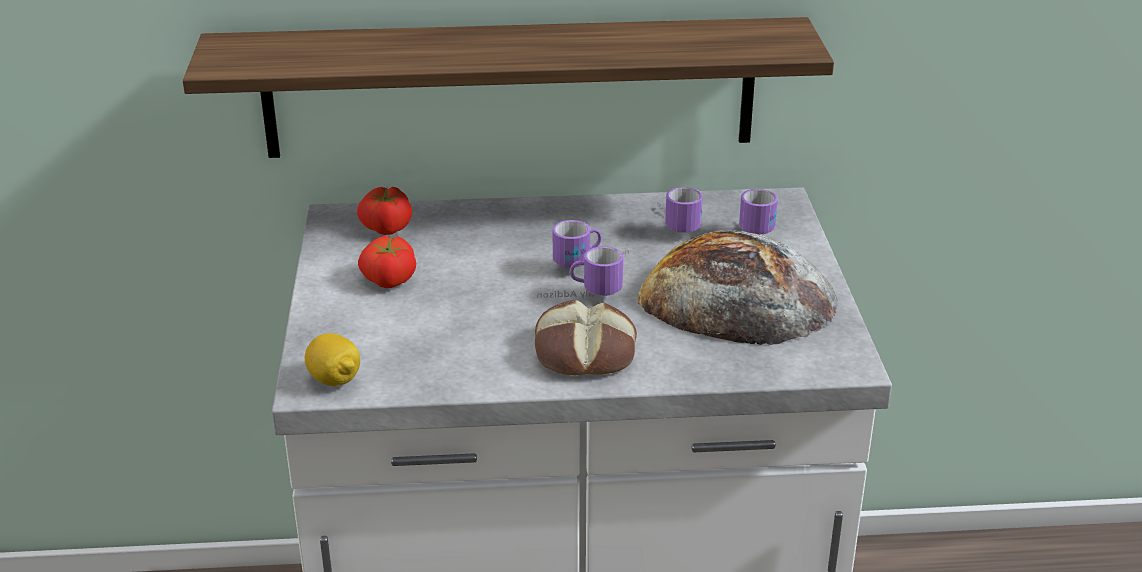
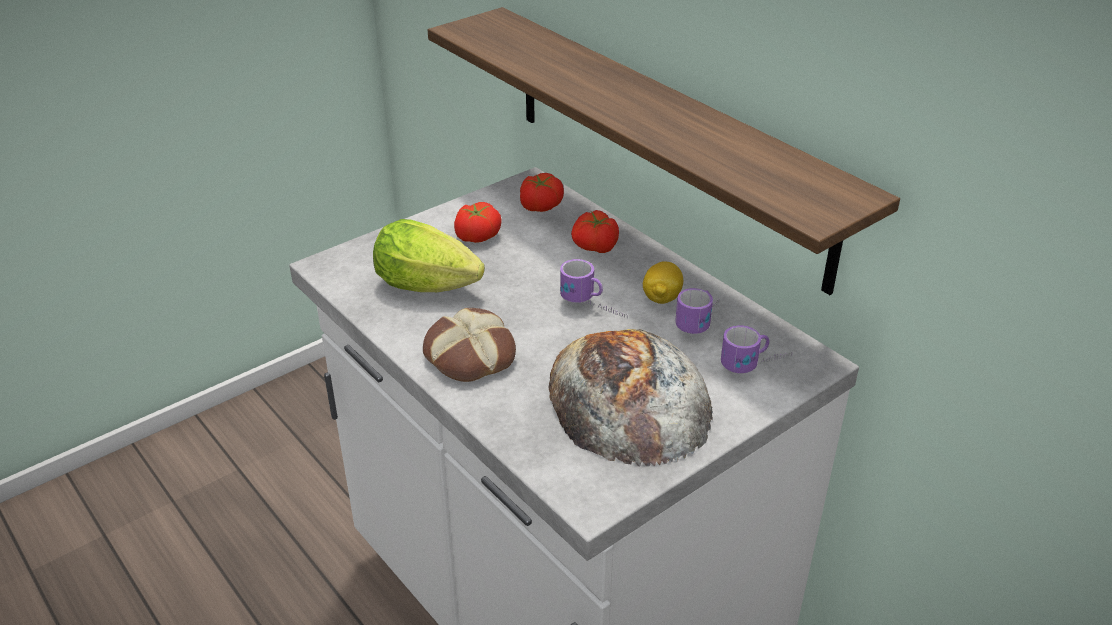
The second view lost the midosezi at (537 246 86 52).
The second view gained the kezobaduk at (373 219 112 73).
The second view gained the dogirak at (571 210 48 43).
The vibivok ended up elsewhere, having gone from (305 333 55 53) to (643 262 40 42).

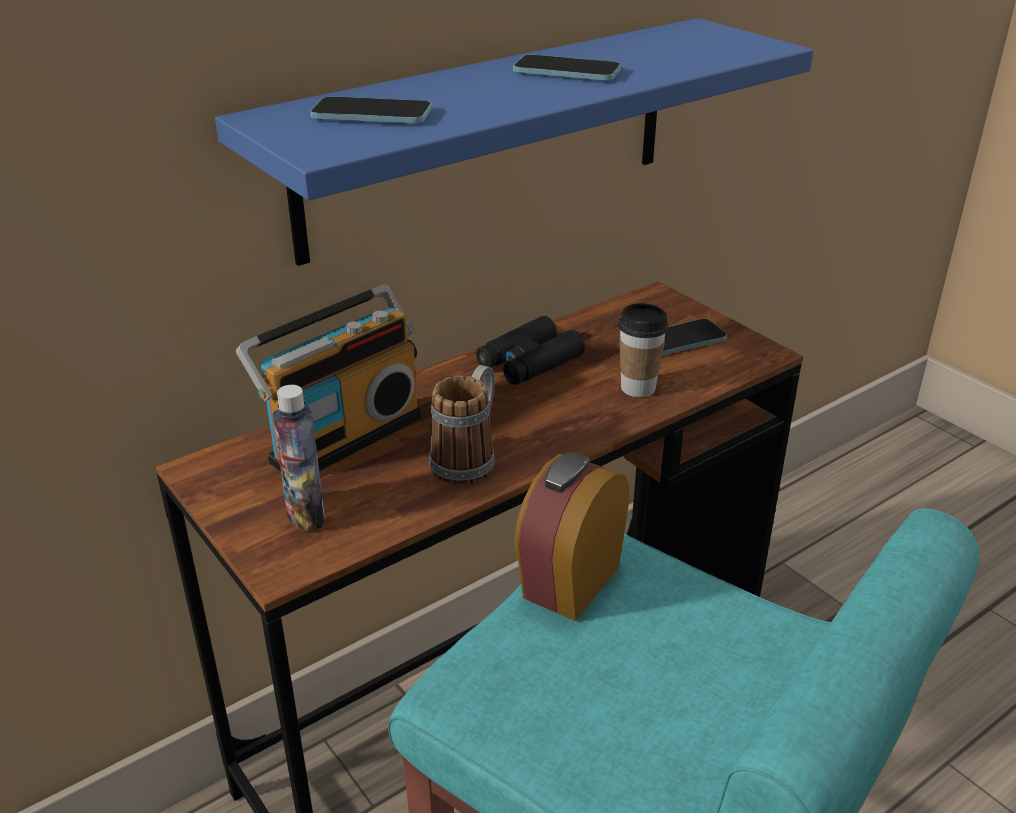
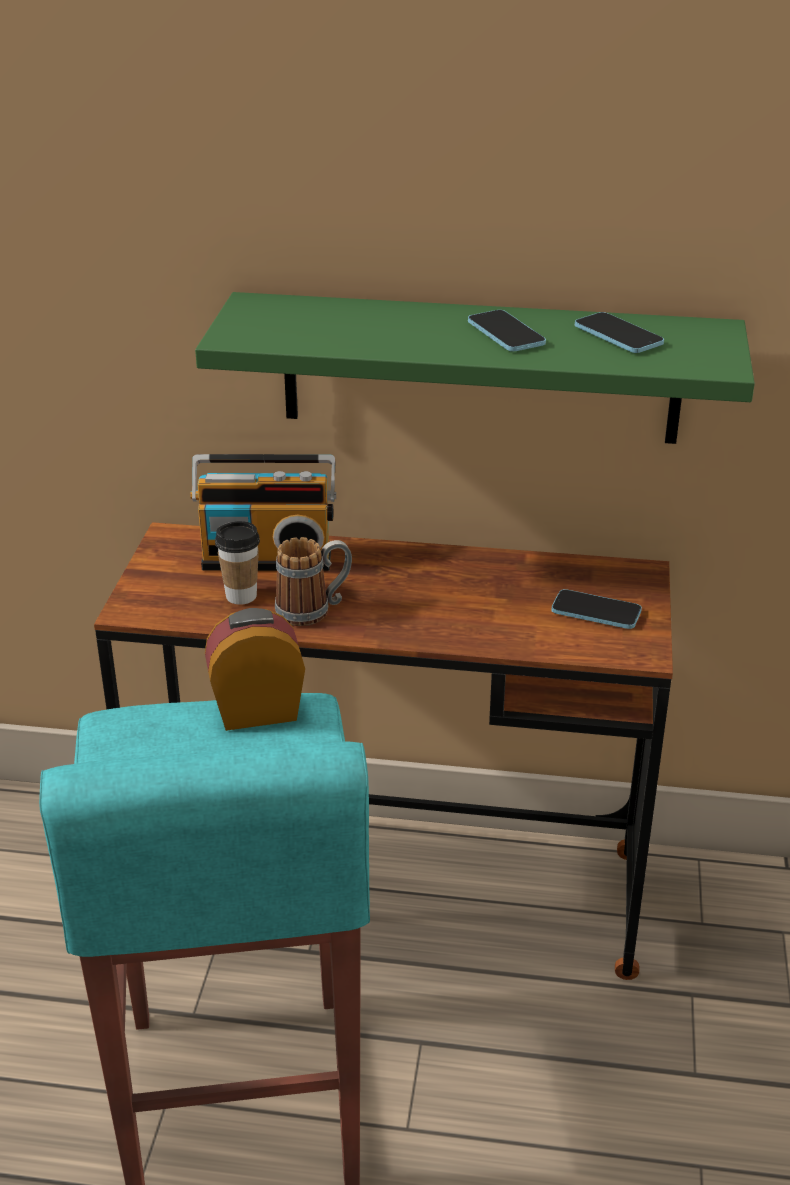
The second view lost the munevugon at (273 385 52 147).
The second view lost the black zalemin at (476 316 109 69).
The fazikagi ended up elsewhere, having gone from (310 96 122 28) to (575 312 89 41).
The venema ended up elsewhere, having gone from (618 303 51 94) to (215 521 45 84).
What was the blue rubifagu at (215 18 598 248) turned into the green rubifagu at (195 292 560 152).

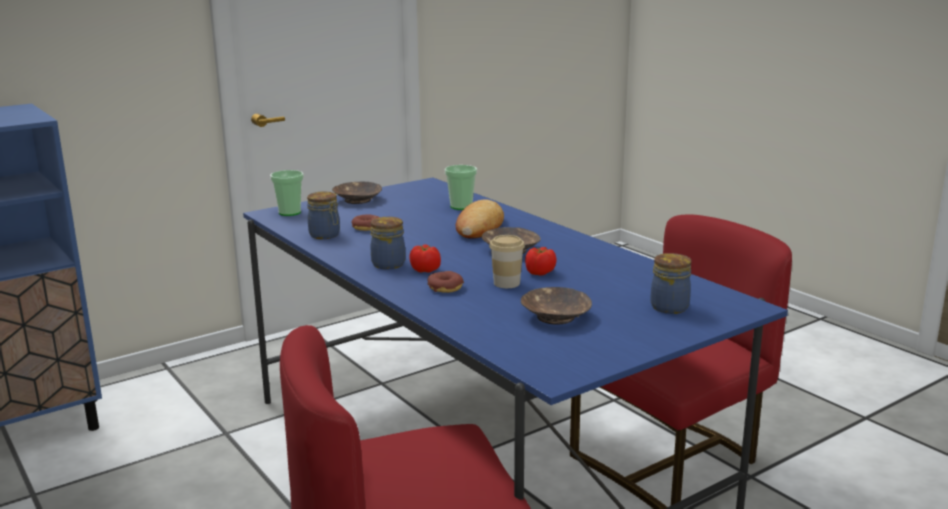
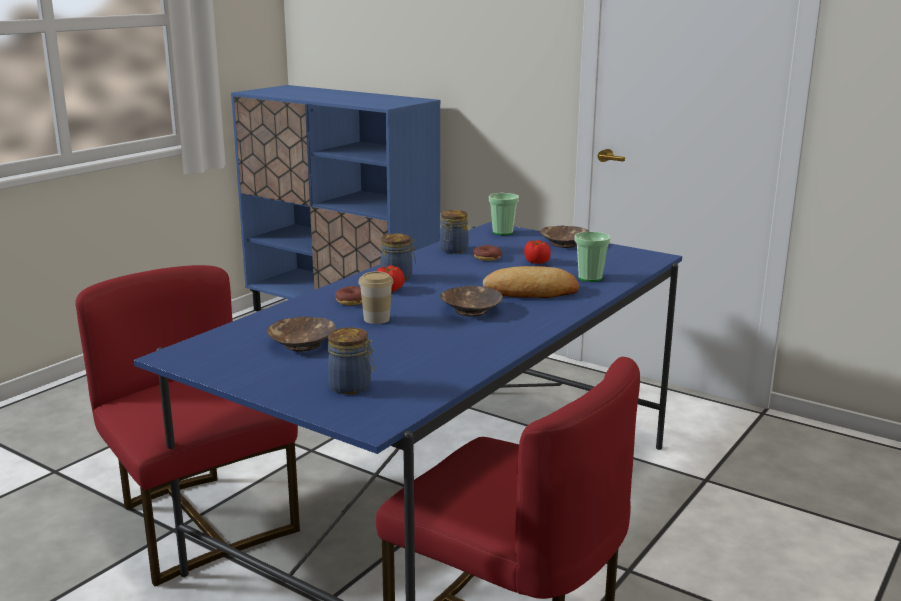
The dogirak ended up elsewhere, having gone from (525 247 31 28) to (524 240 27 24).

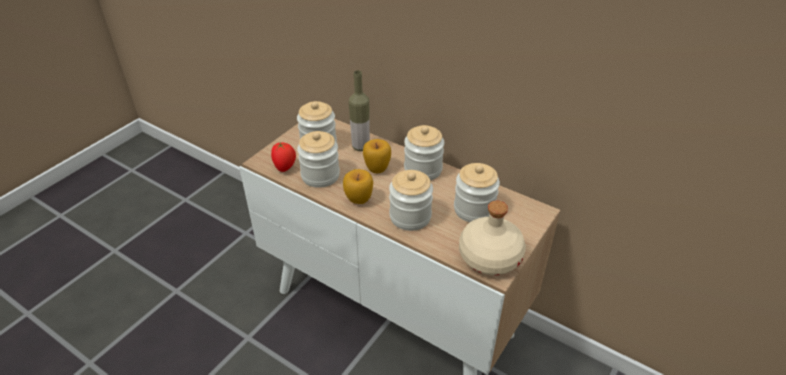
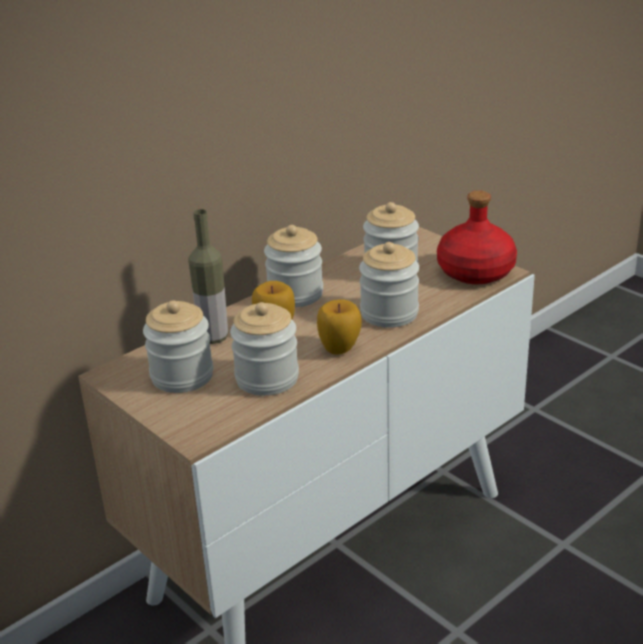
The second view lost the dogirak at (271 142 25 30).
What was the beige munevugon at (459 201 67 74) turned into the red munevugon at (437 190 80 94).

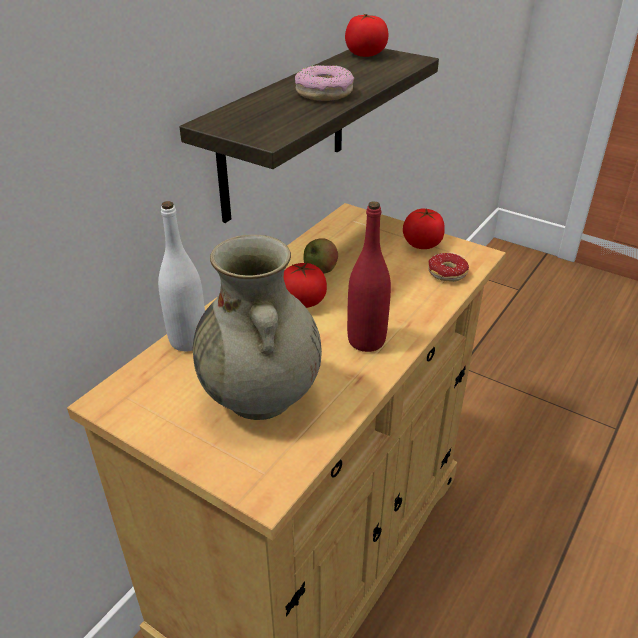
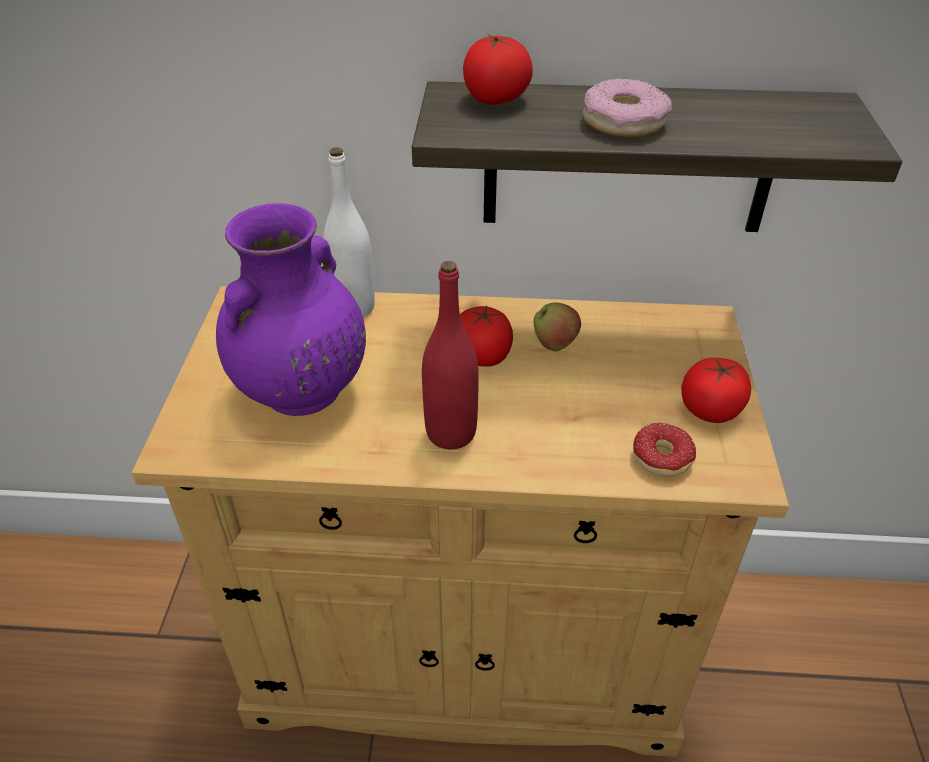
The dogirak ended up elsewhere, having gone from (345 14 43 43) to (463 35 70 70).
What was the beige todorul at (193 235 129 185) turned into the purple todorul at (216 203 150 213).

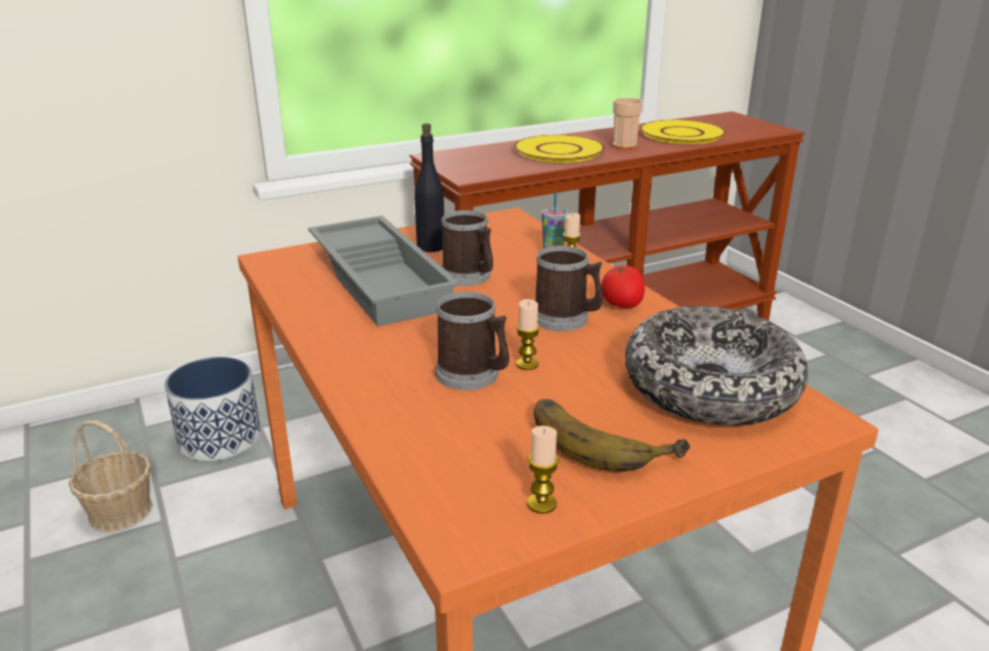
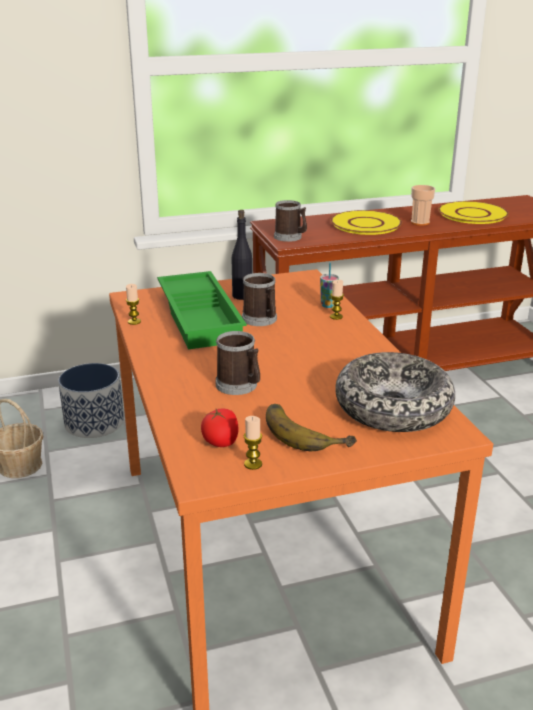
The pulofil ended up elsewhere, having gone from (516 299 24 71) to (126 284 15 41).
The midosezi ended up elsewhere, having gone from (535 246 68 85) to (274 200 33 42).
The dogirak ended up elsewhere, having gone from (601 266 44 42) to (201 409 38 38).
What was the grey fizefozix at (308 216 152 111) turned into the green fizefozix at (157 271 90 78).

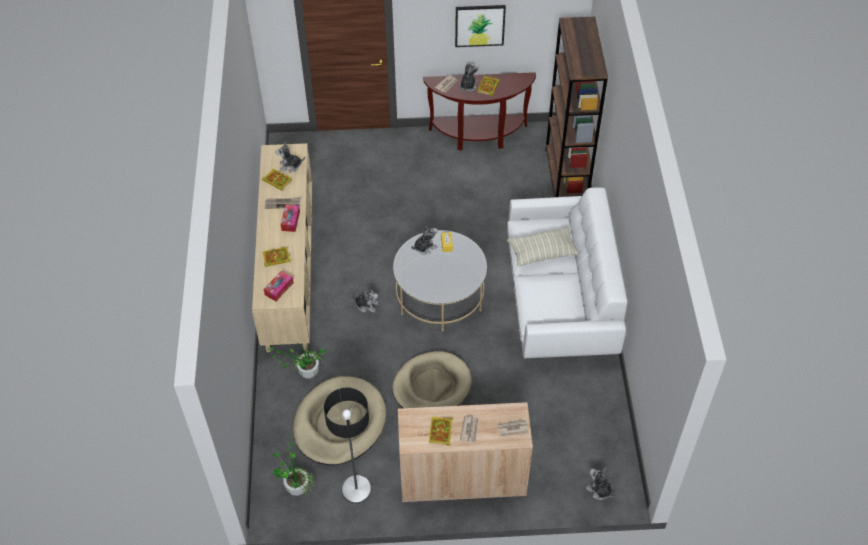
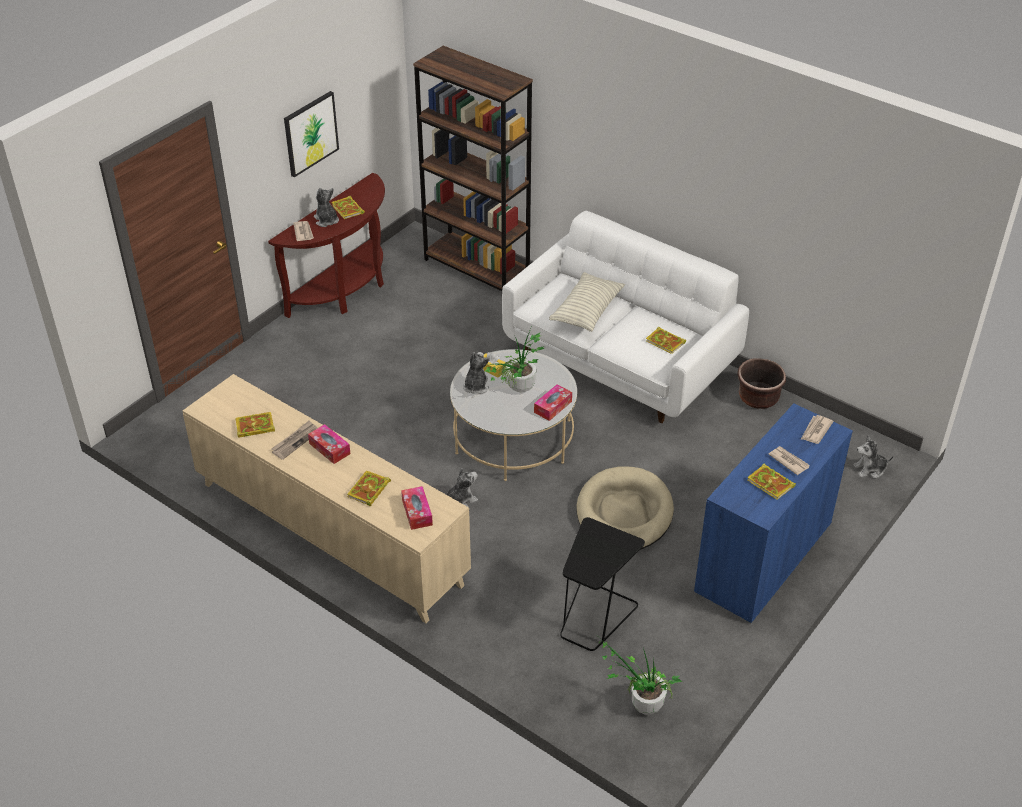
The second view lost the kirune at (275 142 30 31).
The second view lost the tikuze at (324 388 48 116).
The second view gained the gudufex at (534 384 38 37).
The second view gained the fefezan at (646 327 40 27).
The second view gained the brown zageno at (737 358 49 51).
The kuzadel ended up elsewhere, having gone from (268 342 58 37) to (485 329 60 63).
Where the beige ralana stood at (293 376 93 89), the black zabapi came to stand at (560 517 85 134).
What was the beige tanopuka at (398 402 135 100) turned into the blue tanopuka at (694 403 159 221).

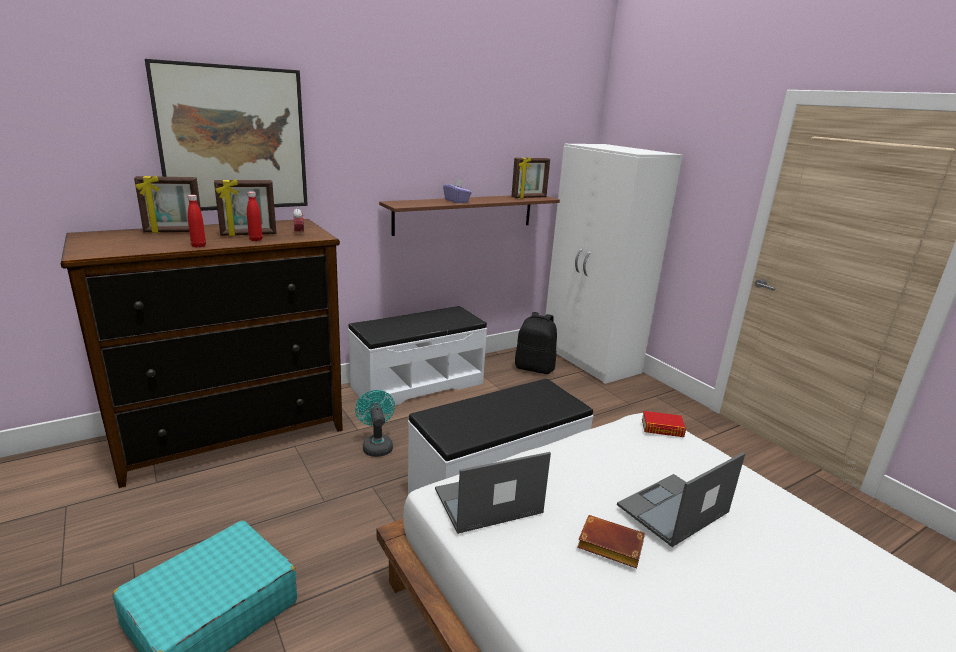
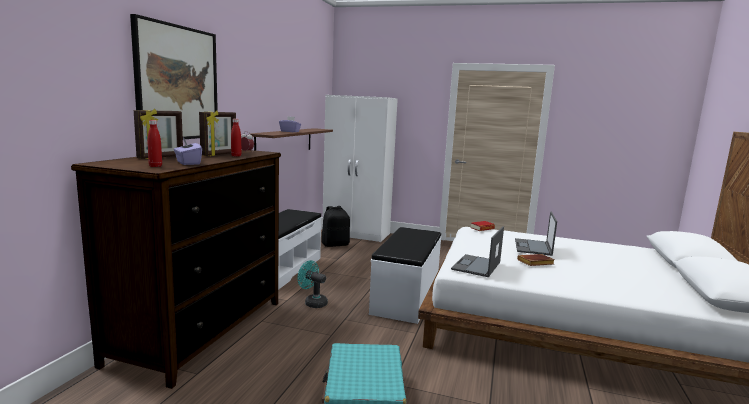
The second view lost the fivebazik at (511 157 39 42).
The second view gained the purple gudufex at (174 138 28 27).
The red munevugon ended up elsewhere, having gone from (188 195 18 52) to (147 120 15 47).

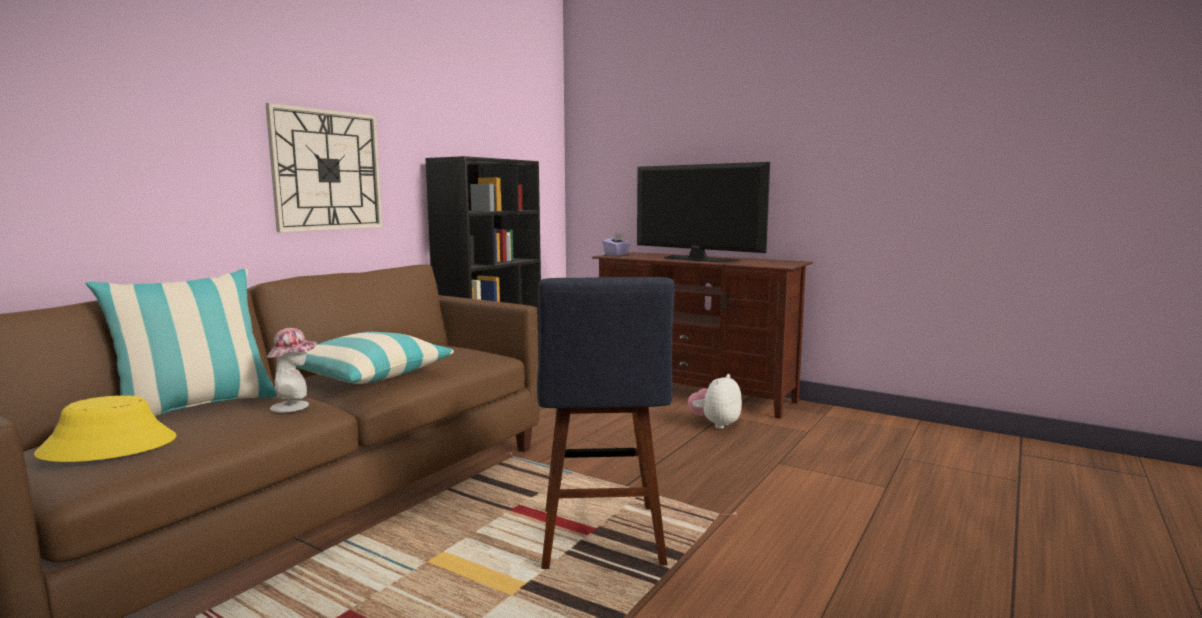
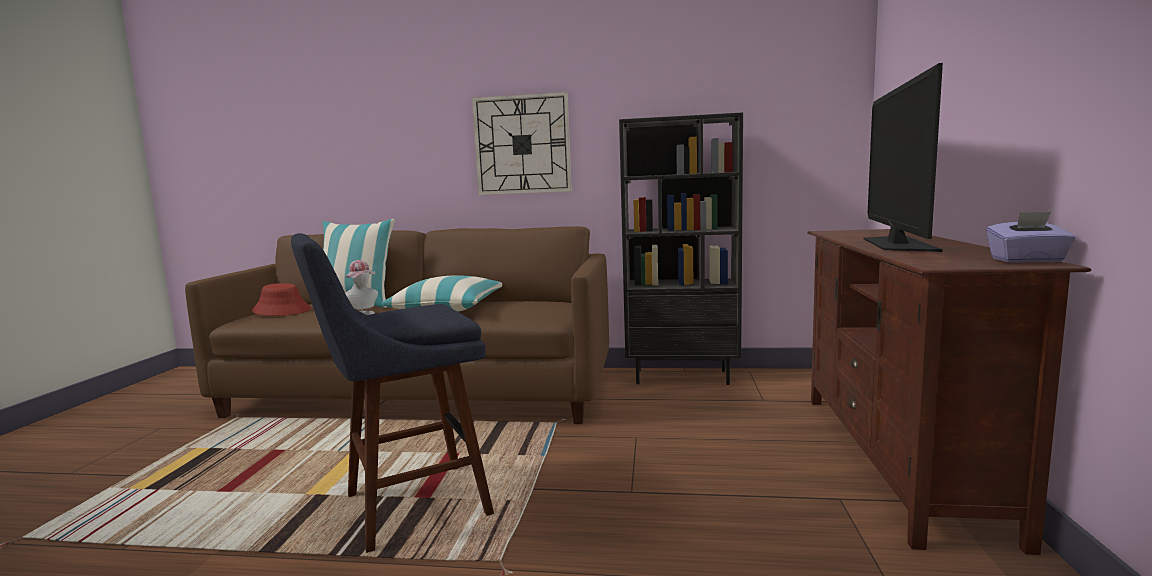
The second view lost the kirune at (688 374 54 55).
The purple gudufex ended up elsewhere, having gone from (603 233 28 23) to (986 212 90 51).
What was the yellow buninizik at (34 395 143 67) turned into the red buninizik at (252 283 59 33).

